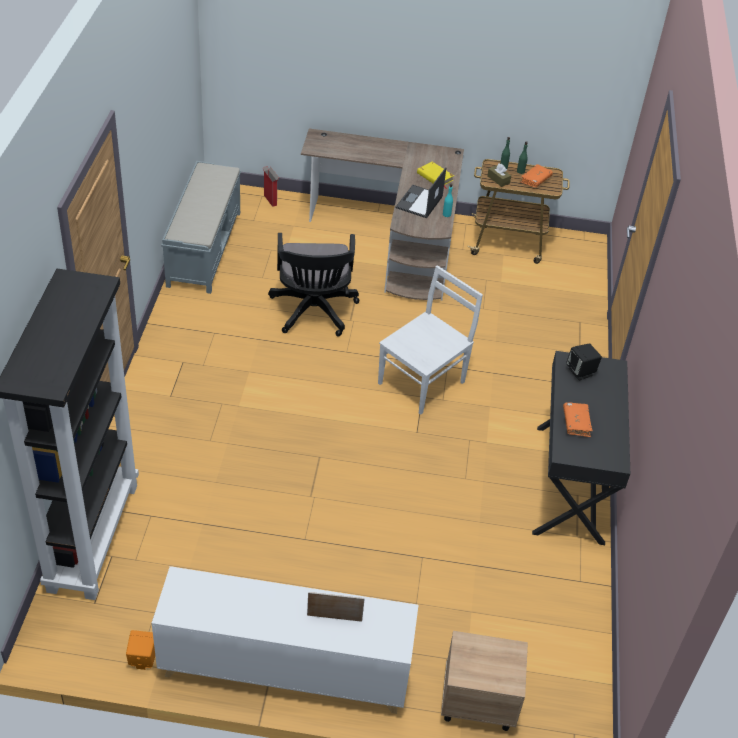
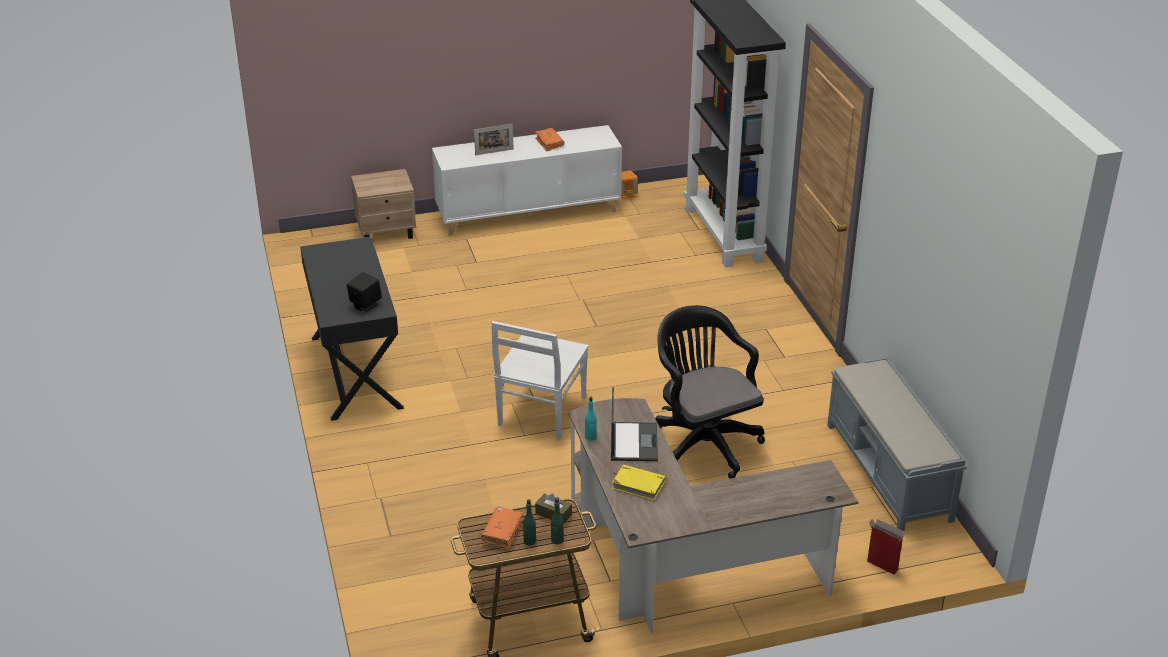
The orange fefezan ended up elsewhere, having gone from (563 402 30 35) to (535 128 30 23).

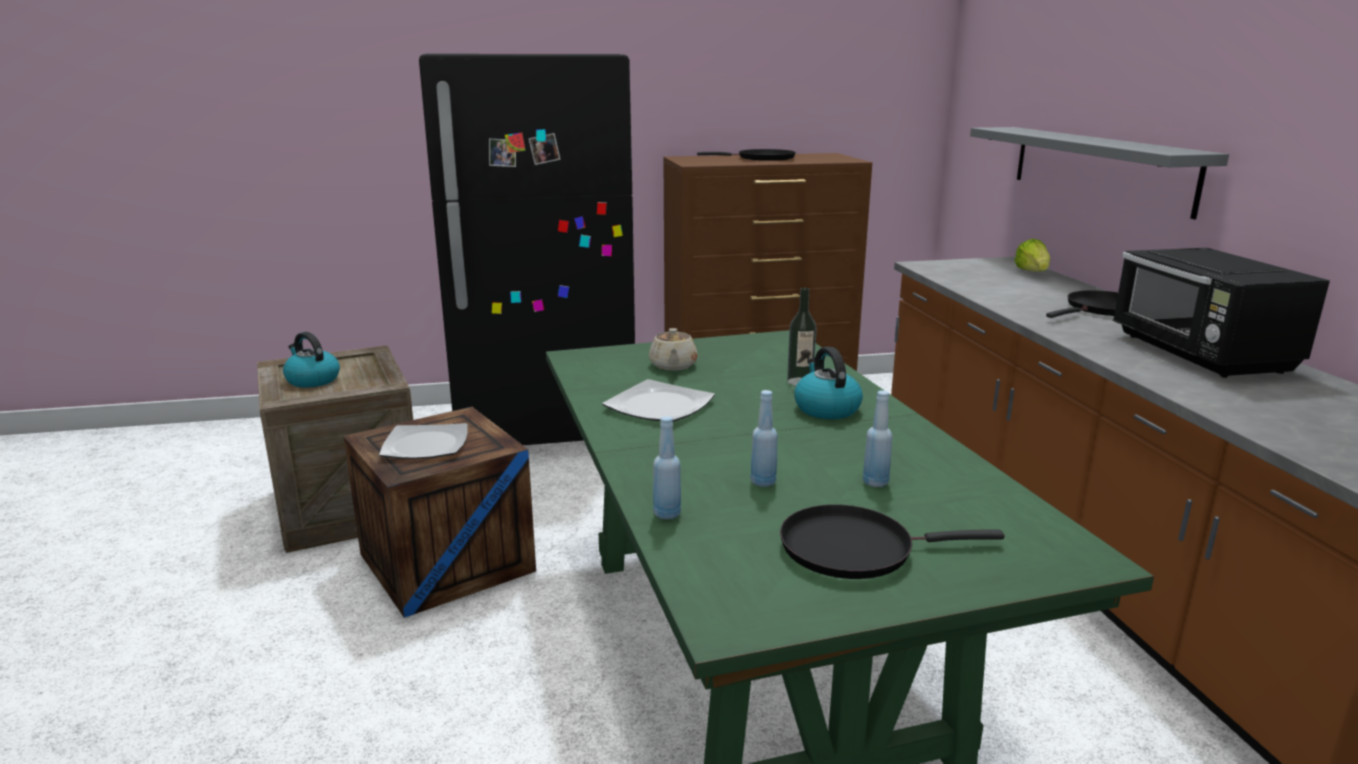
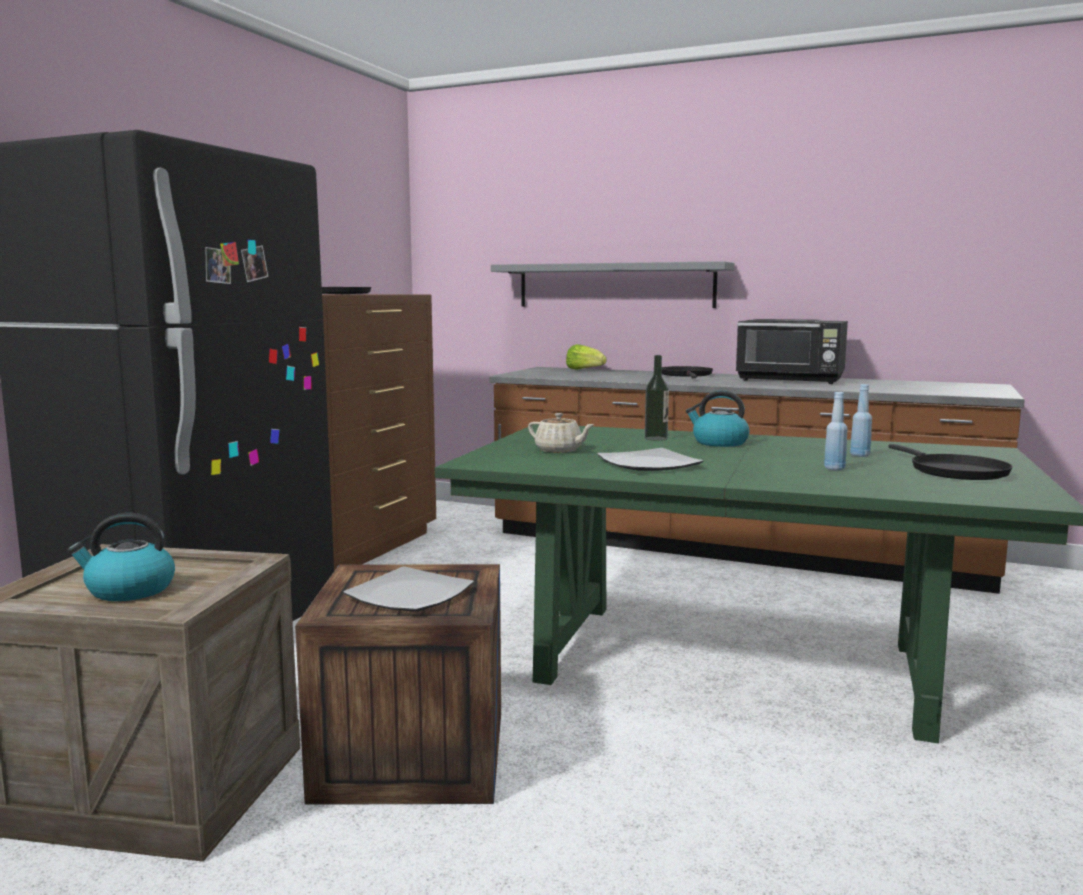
The second view lost the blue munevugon at (653 416 28 103).
The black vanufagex at (780 504 224 75) ended up facing another way, 45 degrees counterclockwise from before.

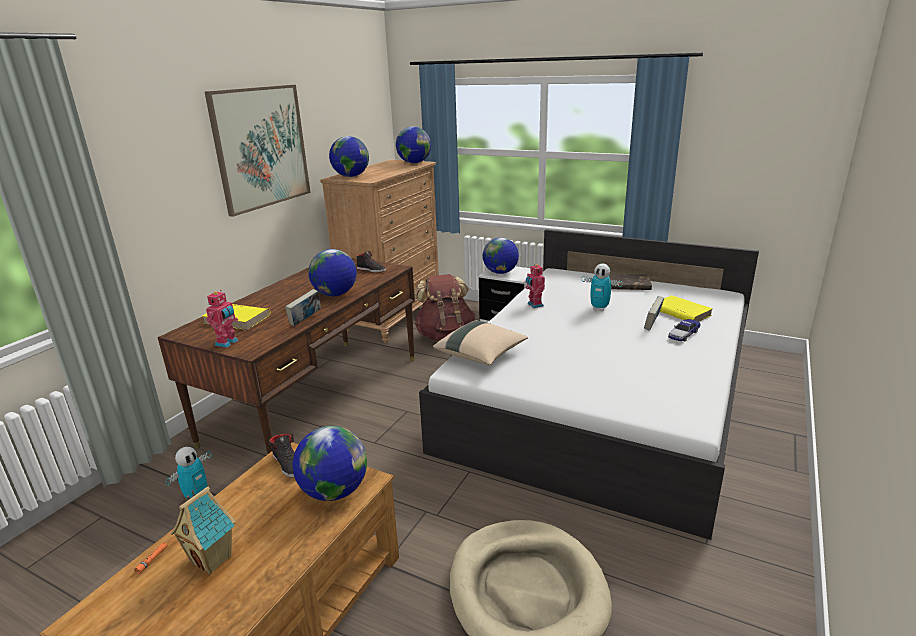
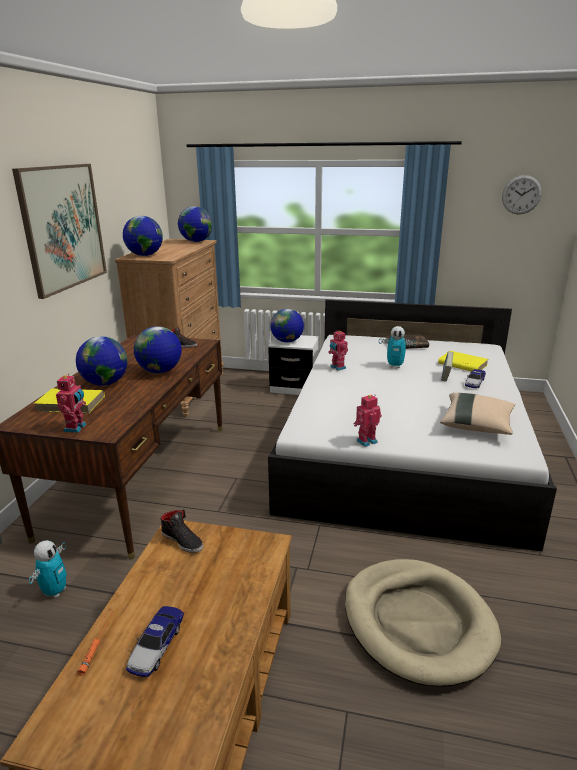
The second view lost the fefezan at (285 289 36 37).
The second view lost the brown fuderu at (414 274 61 67).
The second view gained the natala at (354 395 28 52).
The second view gained the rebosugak at (502 175 40 39).
The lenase ended up elsewhere, having gone from (293 426 74 75) to (76 336 52 50).
The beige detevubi ended up elsewhere, having gone from (433 320 95 45) to (440 393 75 42).
Where the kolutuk stood at (170 486 66 88), the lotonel came to stand at (126 606 58 71).

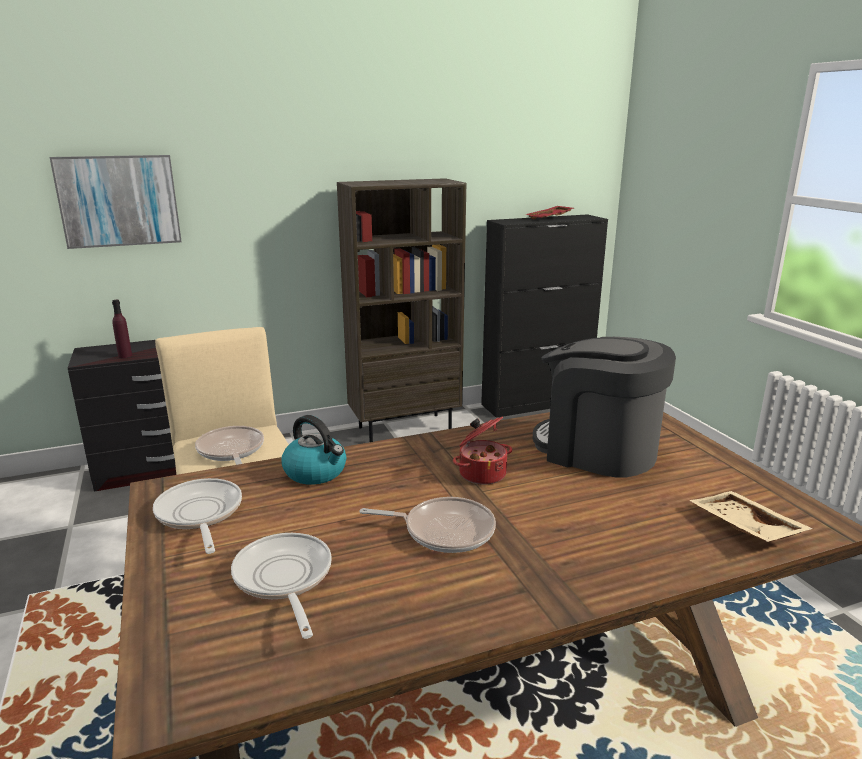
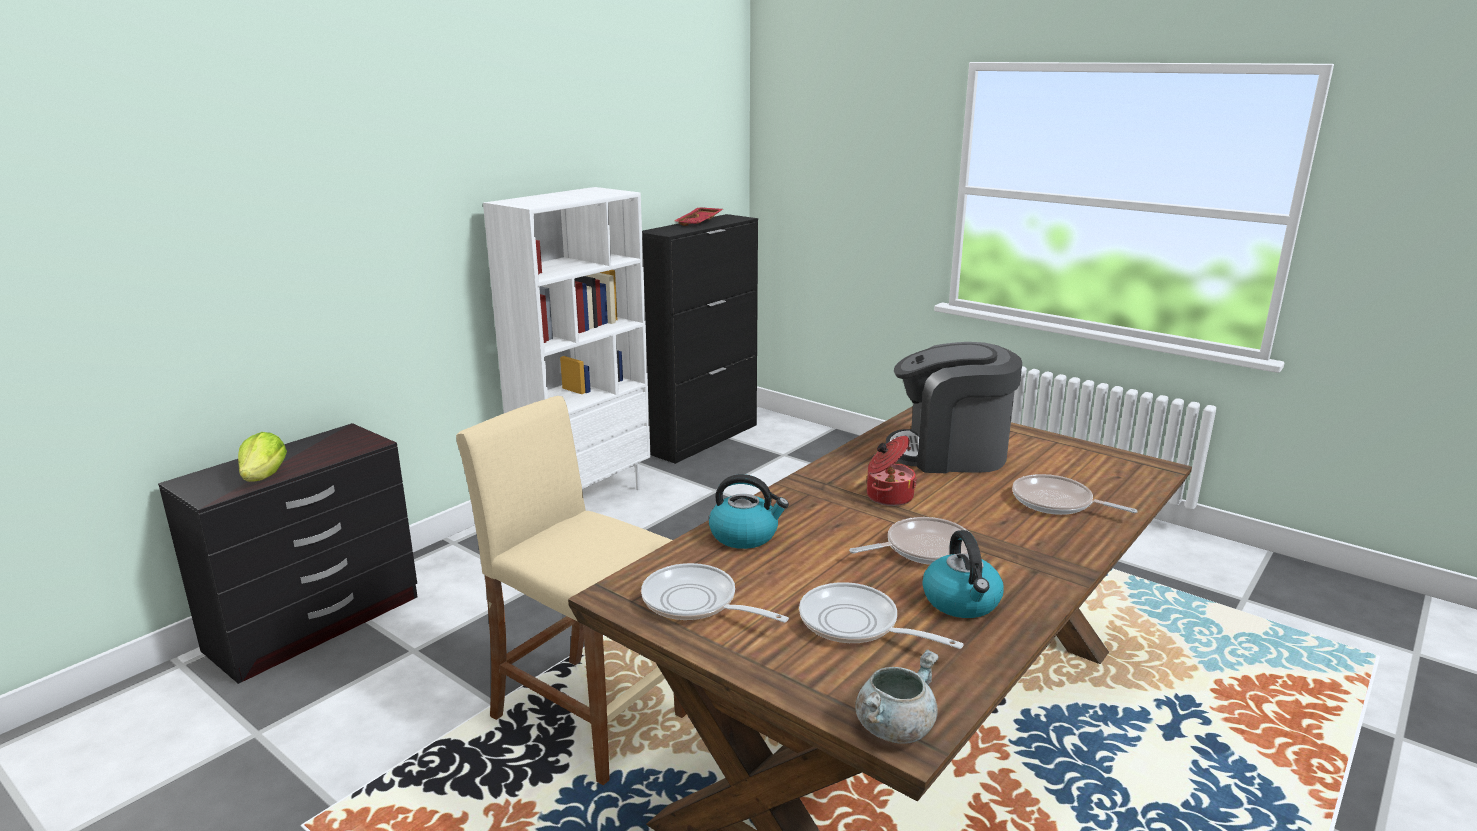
The second view lost the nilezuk at (50 155 132 94).
The second view lost the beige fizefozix at (689 491 124 51).
The second view gained the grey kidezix at (855 650 84 94).
The second view gained the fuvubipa at (922 530 81 88).
The vanufagex ended up elsewhere, having gone from (195 426 69 39) to (1012 474 126 41).
Where the purple munevugon stood at (112 300 20 58), the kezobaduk came to stand at (238 432 49 50).
What was the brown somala at (337 178 129 264) turned into the white somala at (483 187 168 303).

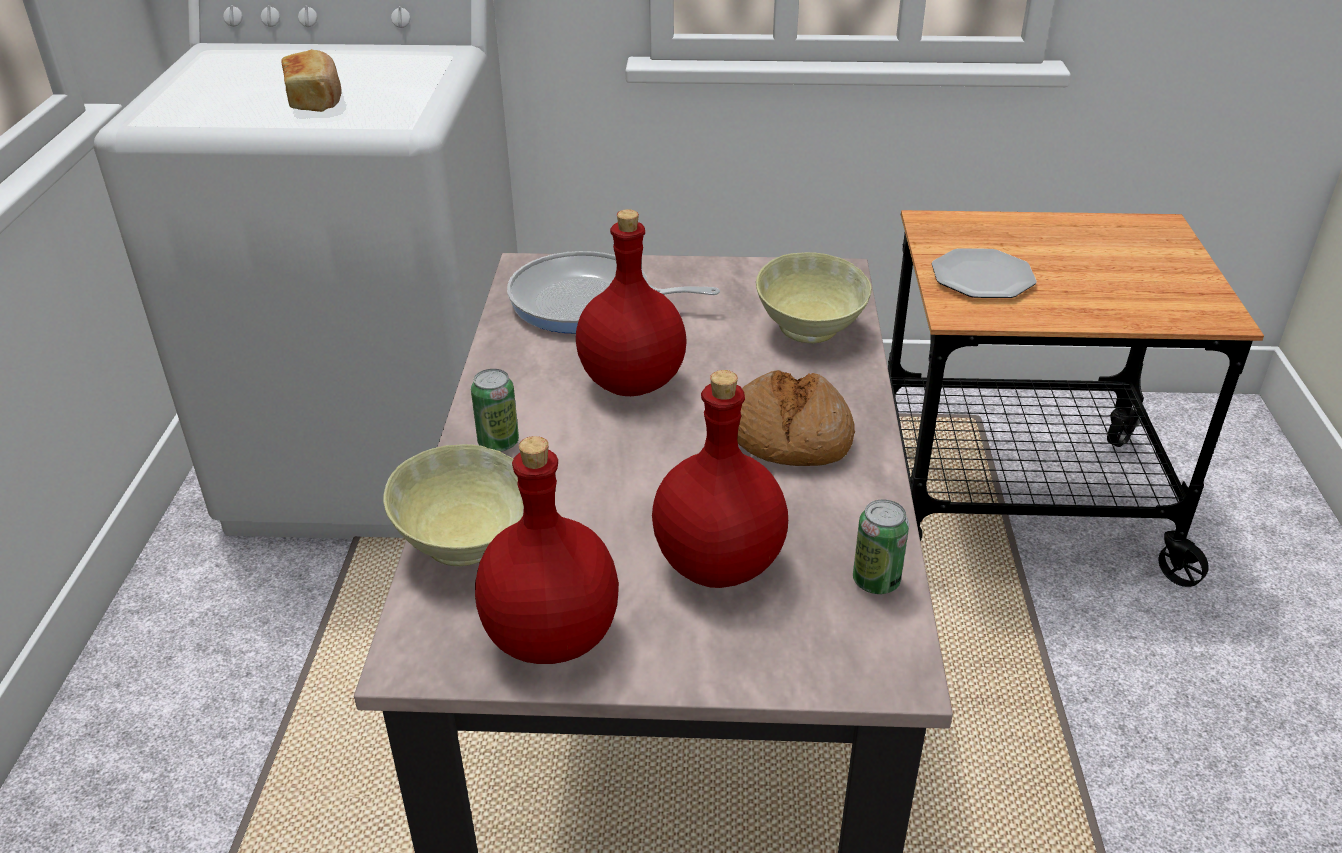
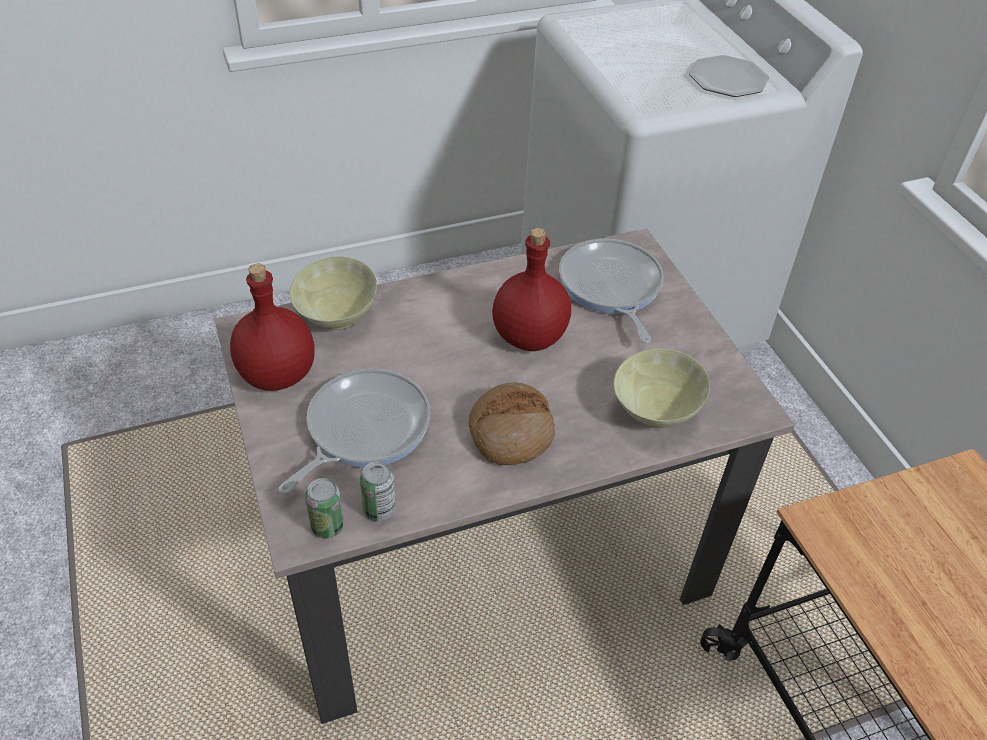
The second view lost the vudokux at (281 49 61 63).
The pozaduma ended up elsewhere, having gone from (471 369 48 83) to (305 478 39 60).
The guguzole ended up elsewhere, having gone from (932 248 105 50) to (689 55 80 42).
Where the red munevugon stood at (652 370 136 218), the vanufagex came to stand at (278 369 152 125).

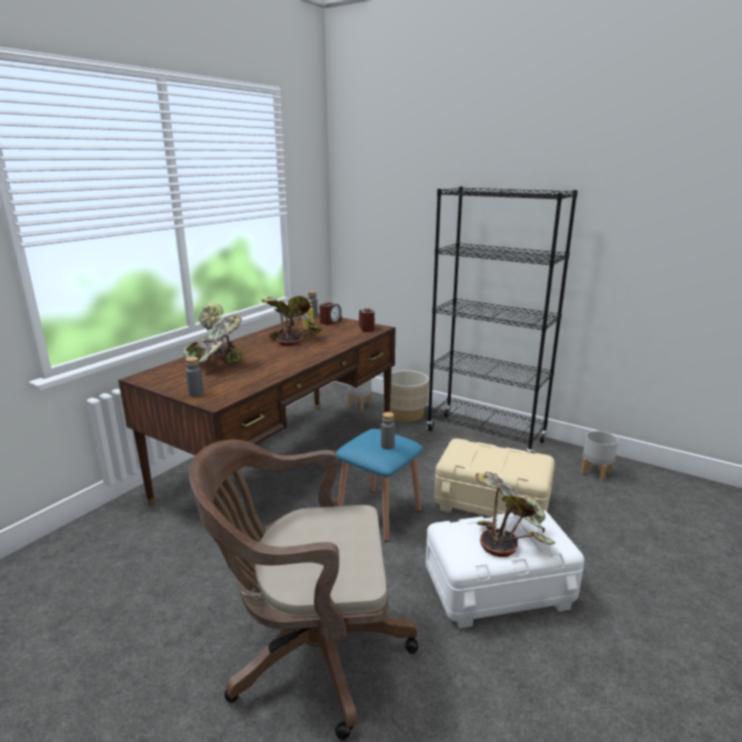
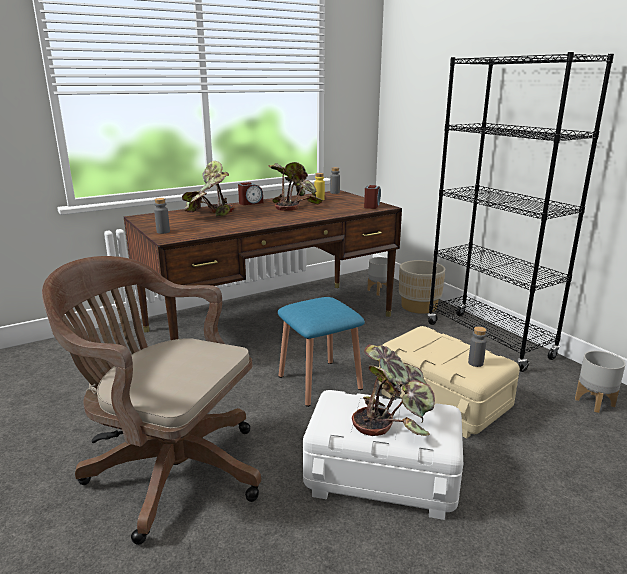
The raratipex ended up elsewhere, having gone from (319 302 23 23) to (238 182 25 23).
The grey munevugon ended up elsewhere, having gone from (381 412 14 37) to (468 327 19 40).

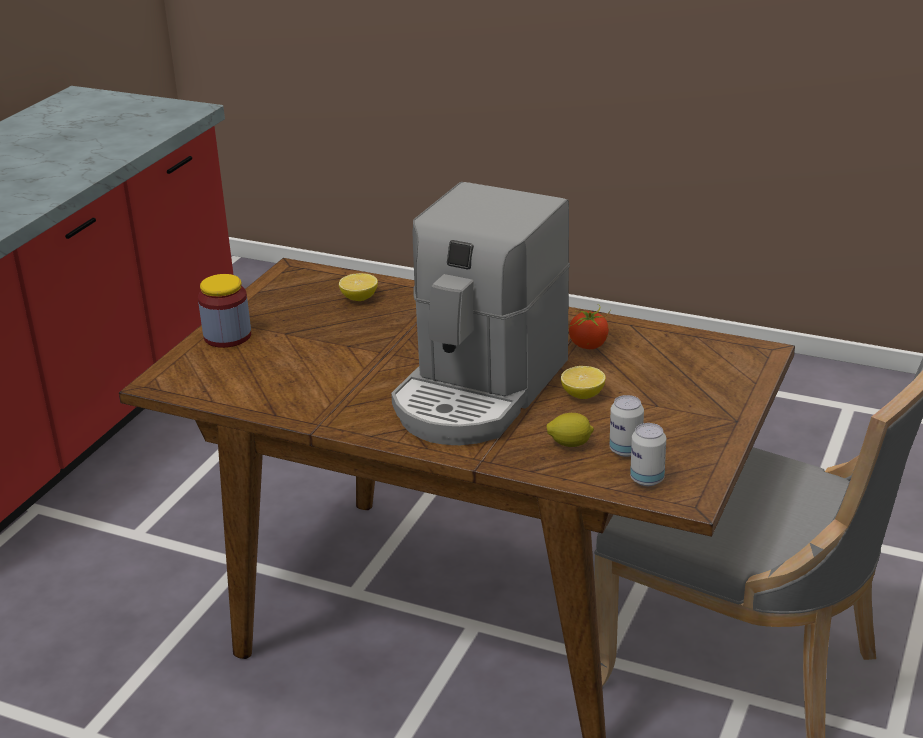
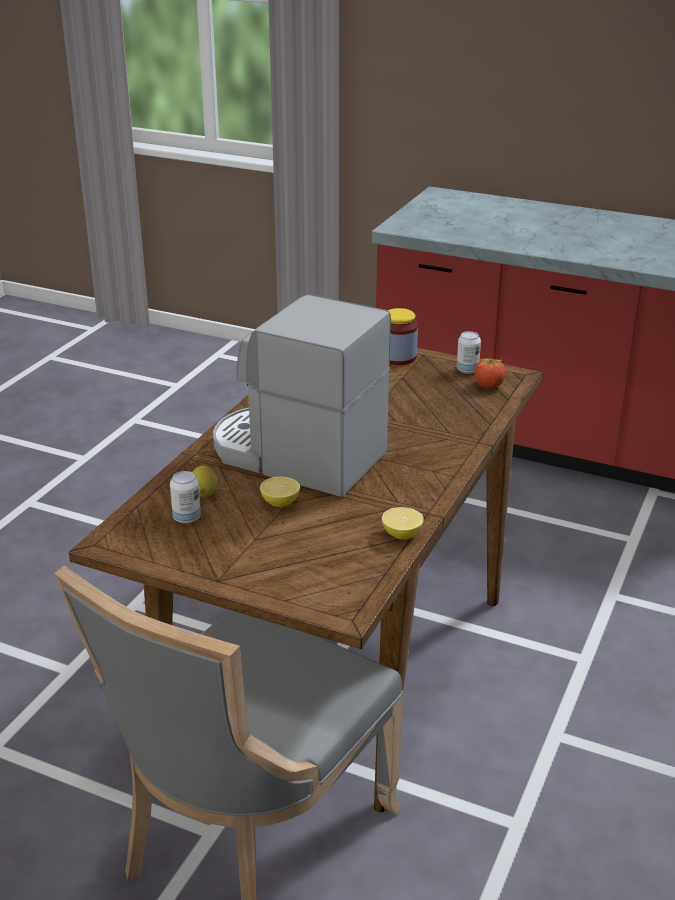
The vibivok ended up elsewhere, having gone from (339 273 39 28) to (382 507 42 33).
The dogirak ended up elsewhere, having gone from (569 304 42 45) to (474 358 33 30).
The pozaduma ended up elsewhere, having gone from (630 423 36 63) to (457 331 24 43).

